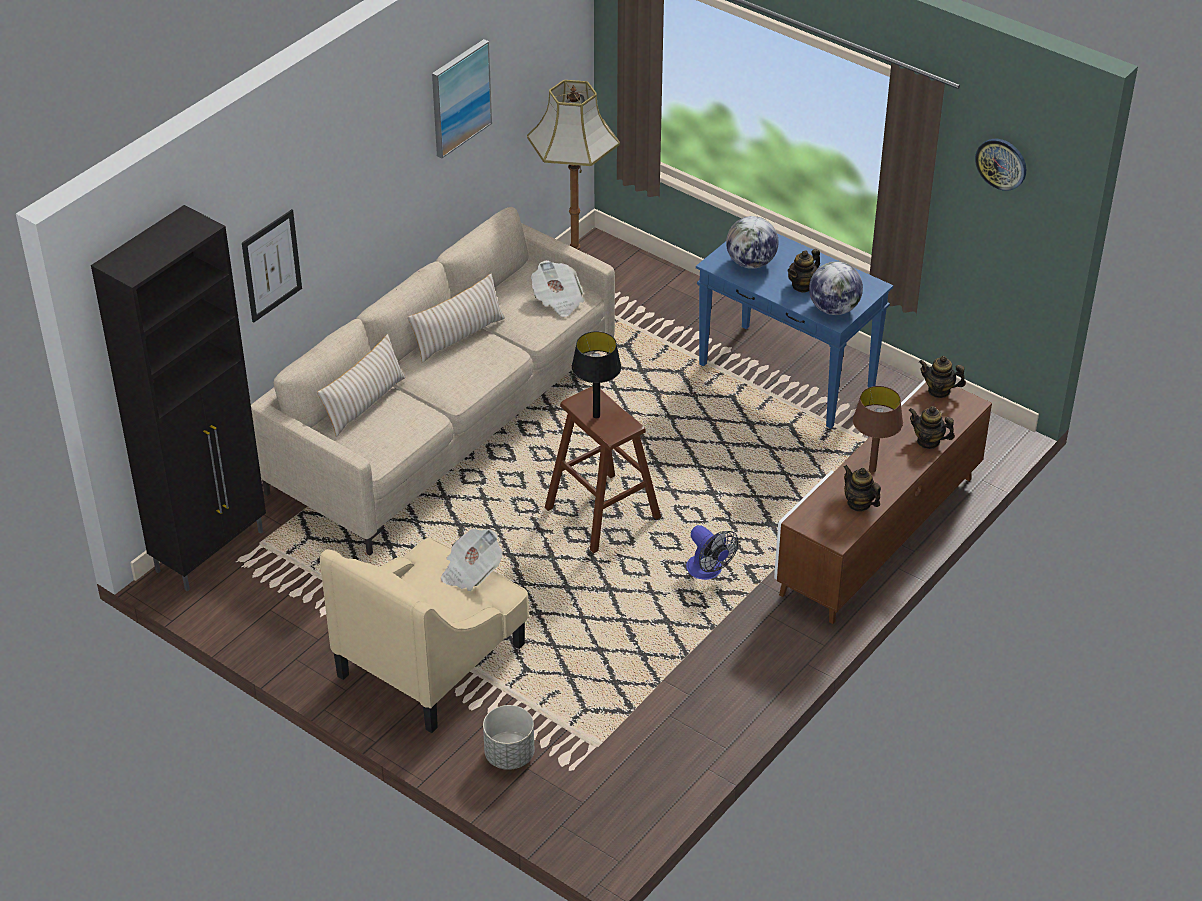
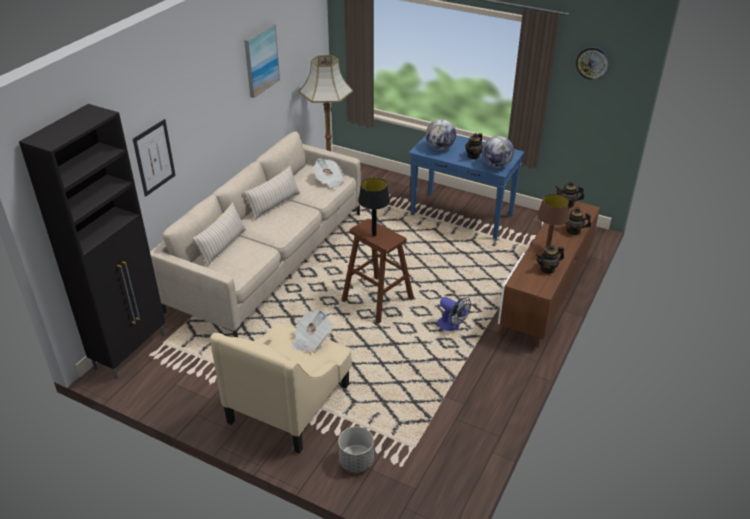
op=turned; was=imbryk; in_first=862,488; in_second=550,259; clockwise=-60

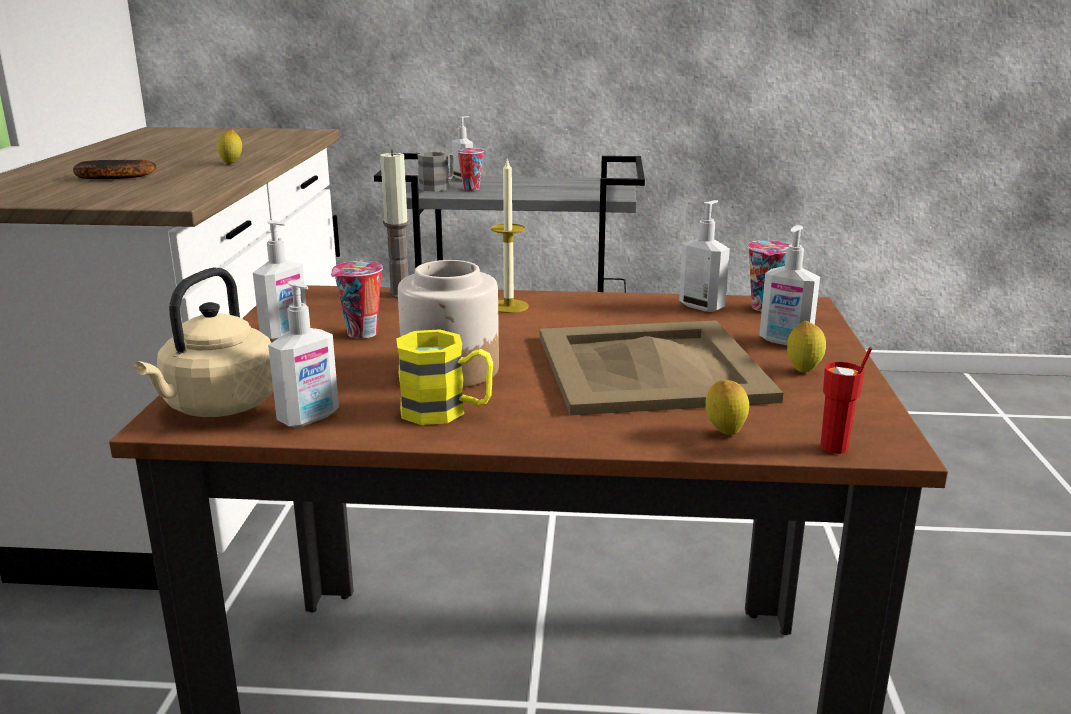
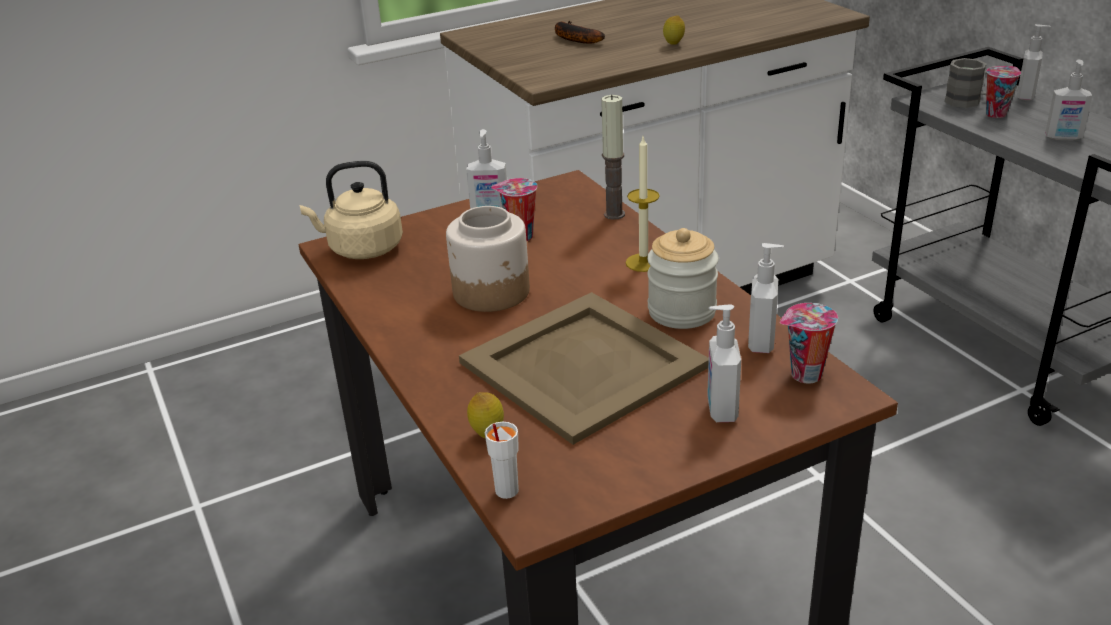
op=recoloured; was=filiżanka/czerwony; now=filiżanka/biały; in_first=846,400; in_second=502,460
op=added; now=słoik; in_second=683,278
op=moved; was=dozownik mydła; in_first=303,353; in_second=1068,100
op=removed; was=kubek/żółty; in_first=444,377
op=removed; was=cytryna; in_first=806,347

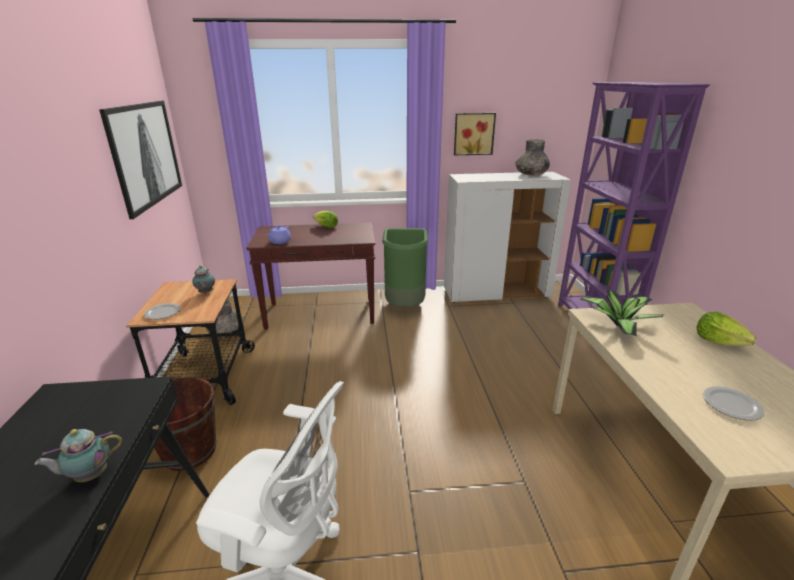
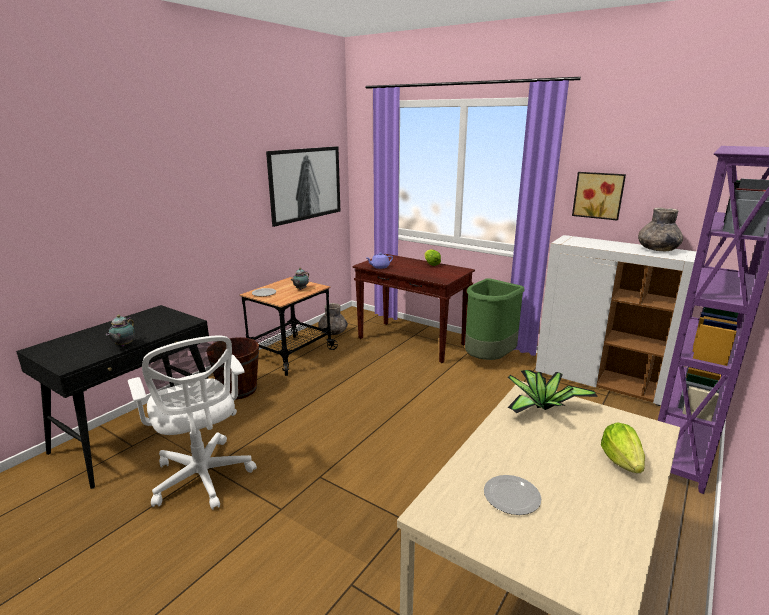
op=turned; was=imbryk; in_first=78,455; in_second=120,330; clockwise=-90

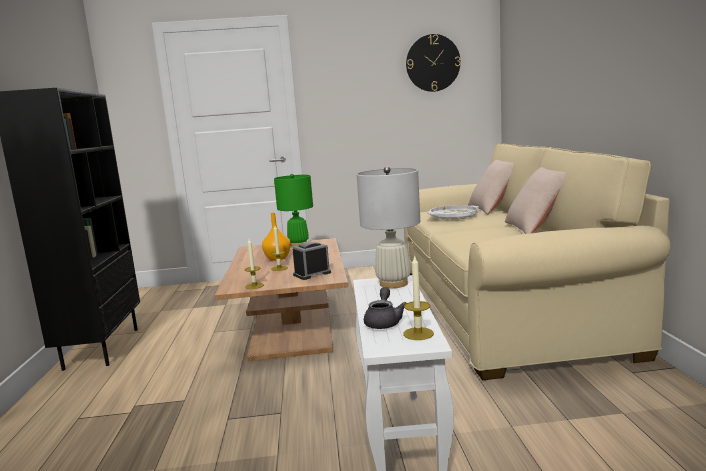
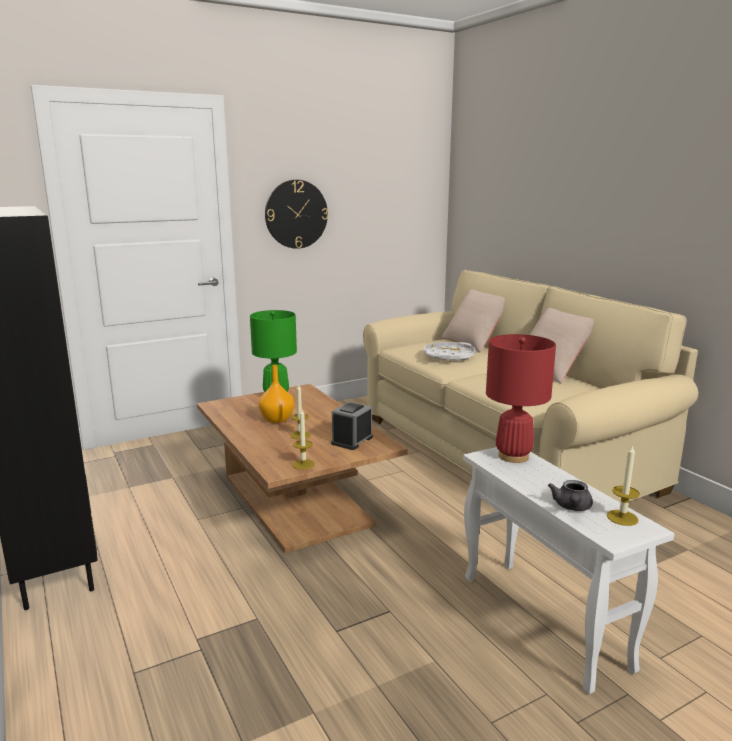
op=moved; was=zegar ścienny; in_first=433,63; in_second=296,214
op=recoloured; was=lampa stołowa/biały; now=lampa stołowa/czerwony; in_first=388,227; in_second=521,398
op=turned; was=imbryk/szary; in_first=385,308; in_second=570,495; clockwise=-150

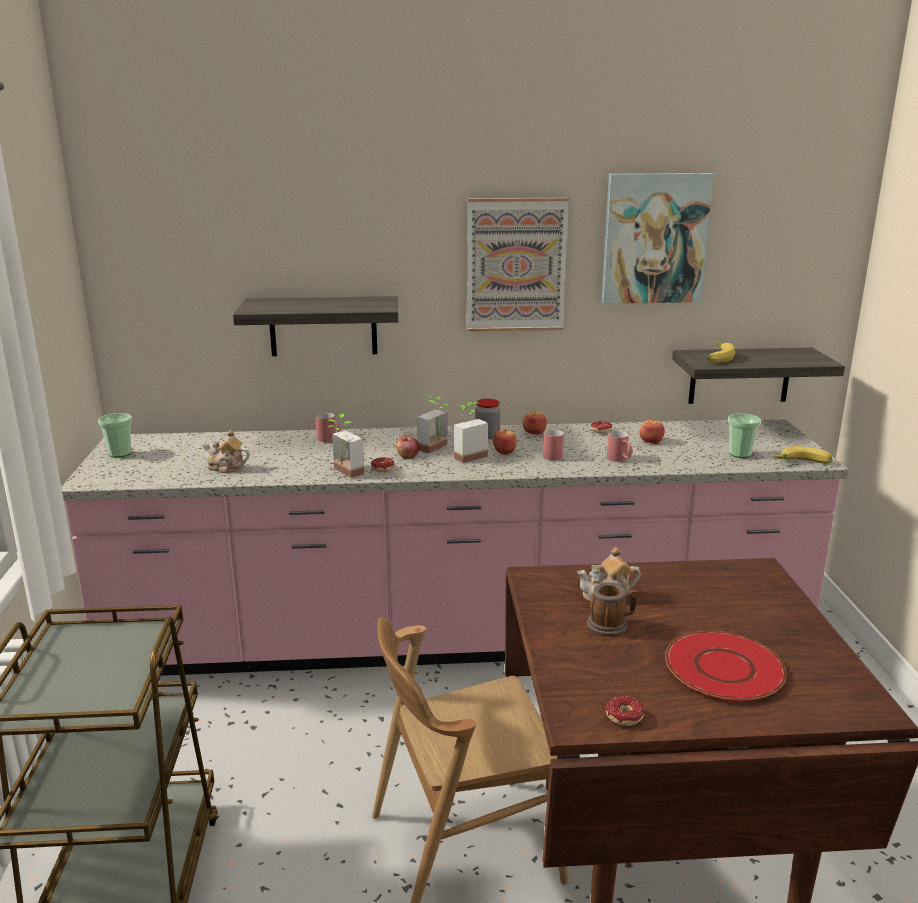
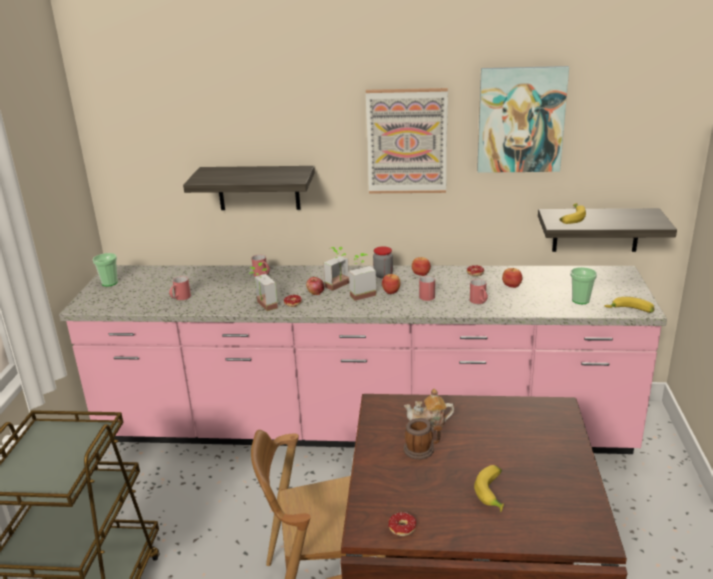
op=replaced; was=imbryk; now=kubek/czerwony; in_first=226,451; in_second=180,288
op=replaced; was=talerz/czerwony; now=banan; in_first=726,666; in_second=489,488

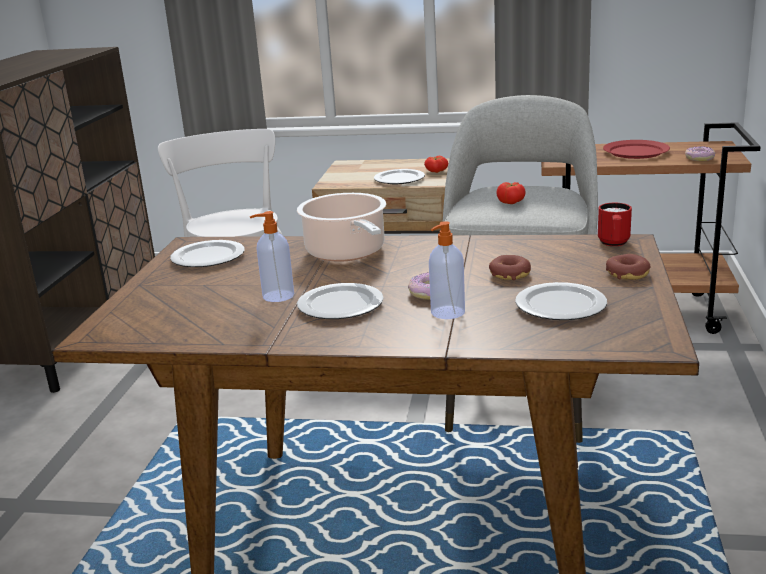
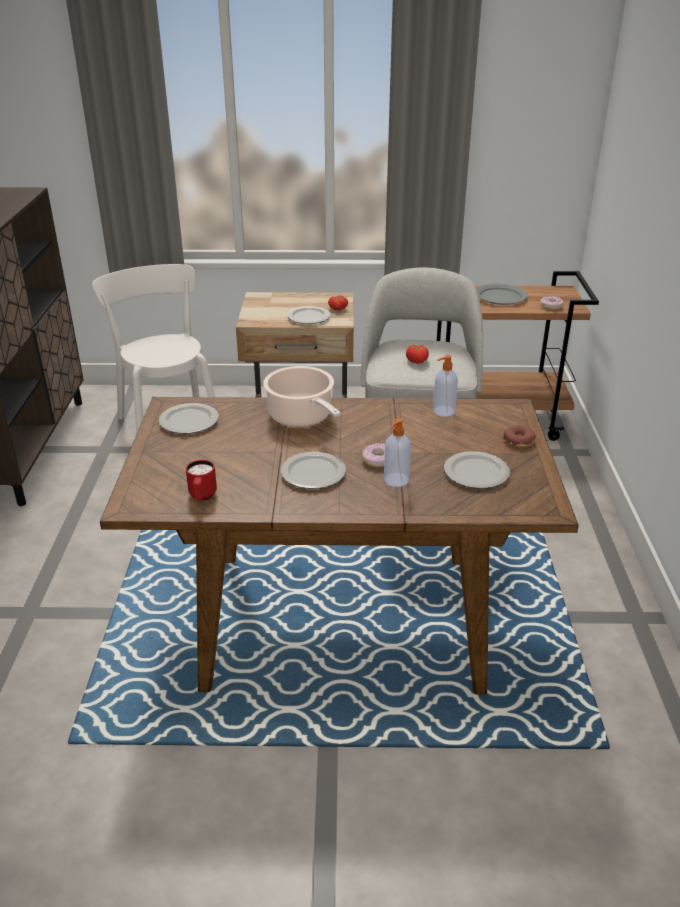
op=moved; was=kubek/czerwony; in_first=615,224; in_second=201,480
op=moved; was=dozownik mydła; in_first=272,256; in_second=445,386
op=recoloured; was=talerz/czerwony; now=talerz/szary; in_first=636,149; in_second=502,294
op=removed; was=donut; in_first=510,267

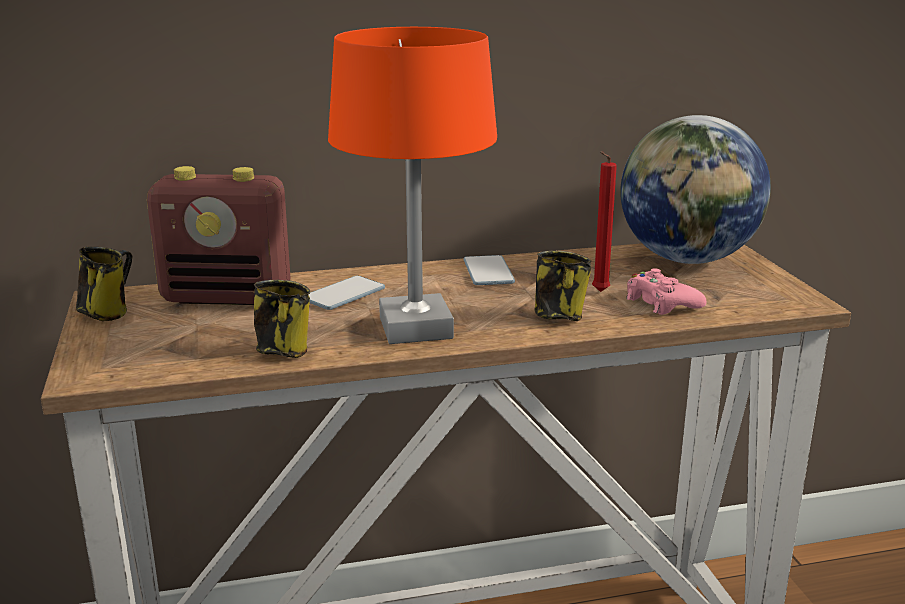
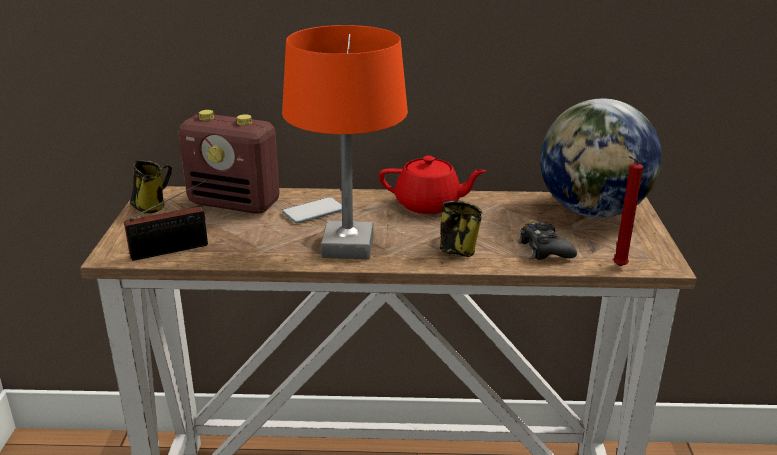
op=added; now=radio; in_second=166,220
op=replaced; was=telefon; now=imbryk/czerwony; in_first=489,270; in_second=432,185
op=recoloured; was=pad do gier/różowy; now=pad do gier/czarny; in_first=666,291; in_second=547,241
op=moved; was=świeca/czerwony; in_first=604,222; in_second=628,211
op=removed; was=kubek; in_first=282,319

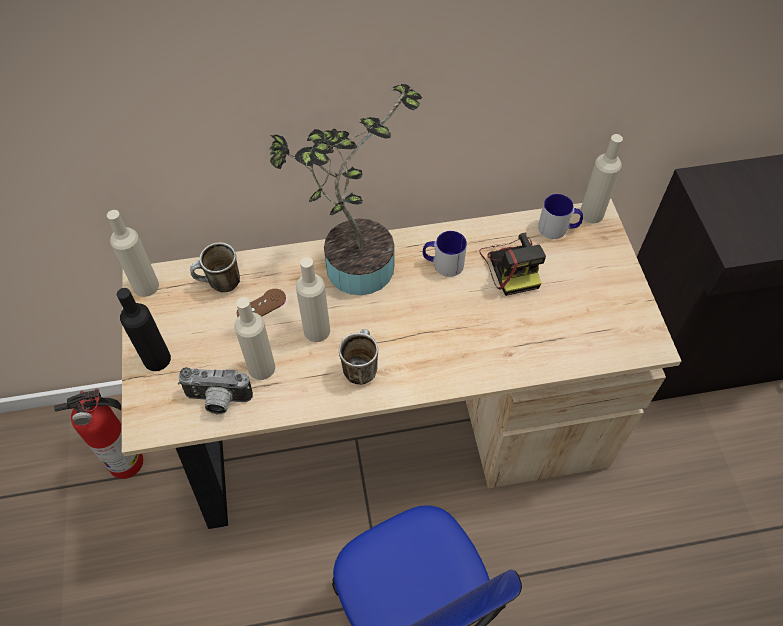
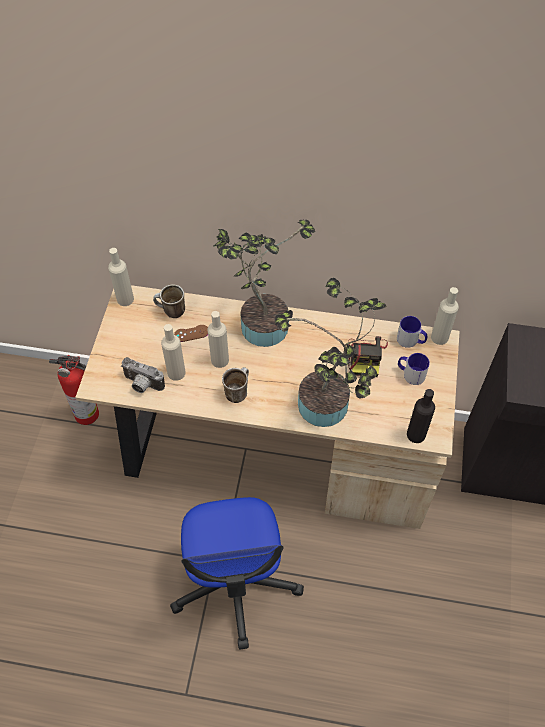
op=added; now=roślina doniczkowa; in_second=330,352
op=moved; was=kubek; in_first=445,254; in_second=414,369
op=moved; was=butelka/czarny; in_first=144,329; in_second=421,416

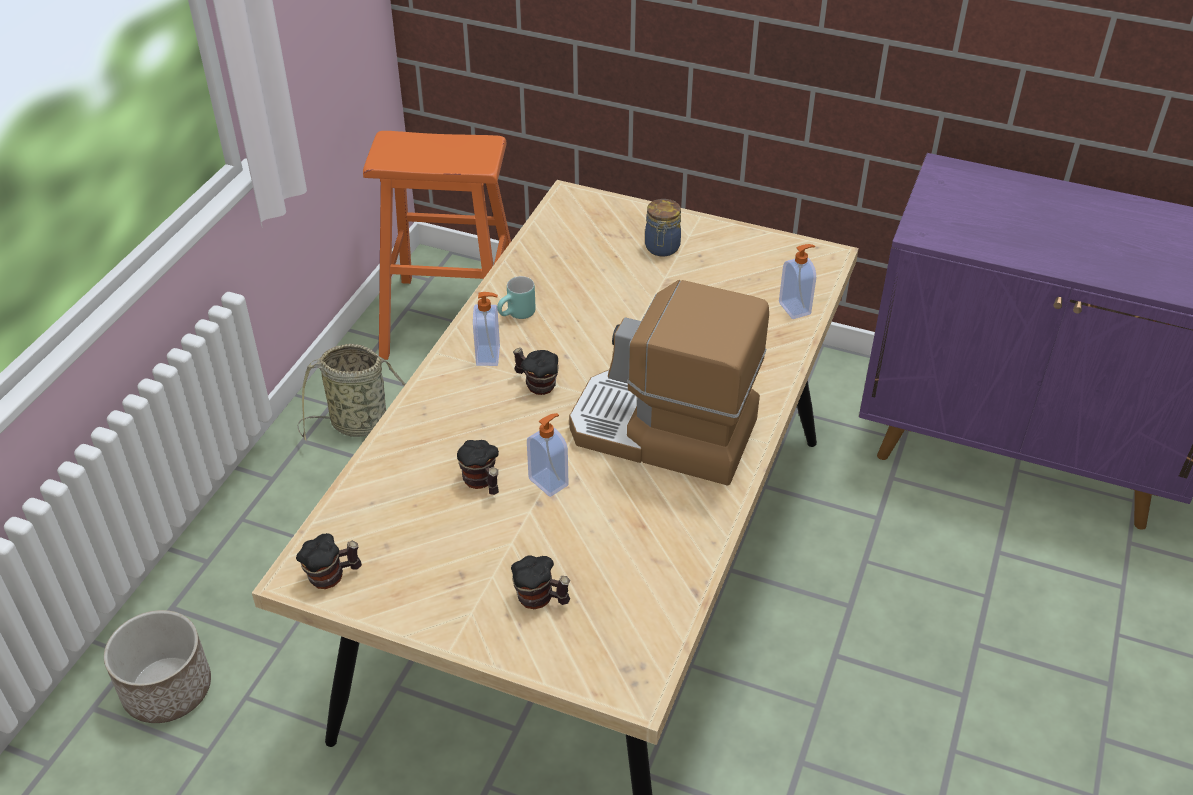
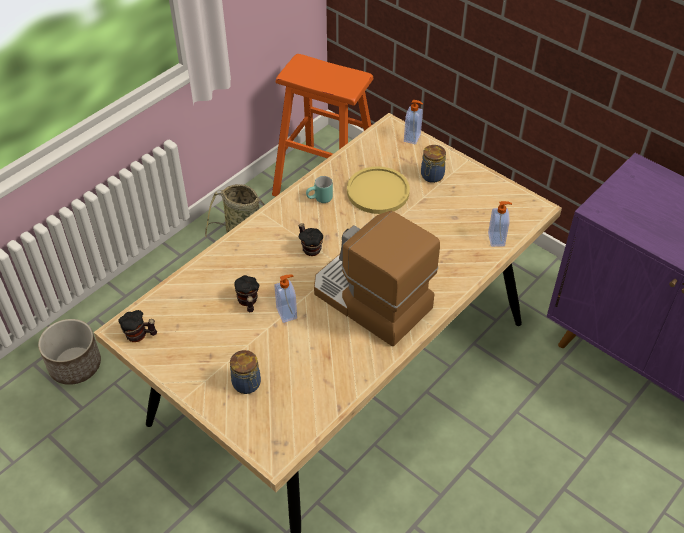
op=replaced; was=kubek; now=słoik; in_first=540,582; in_second=245,372
op=added; now=talerz/żółty; in_second=378,190
op=moved; was=dozownik mydła; in_first=486,329; in_second=413,122

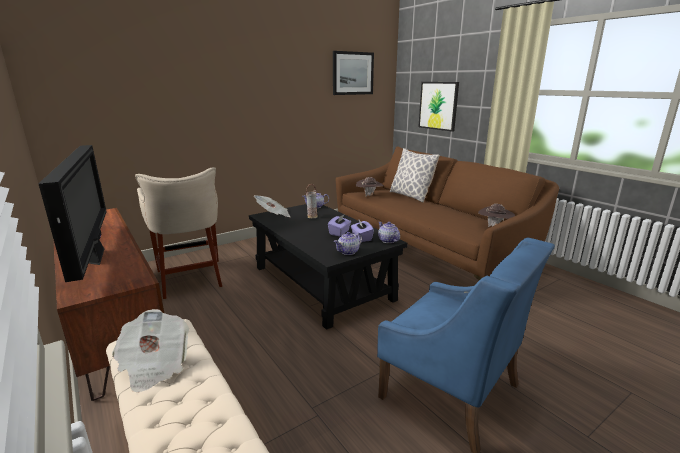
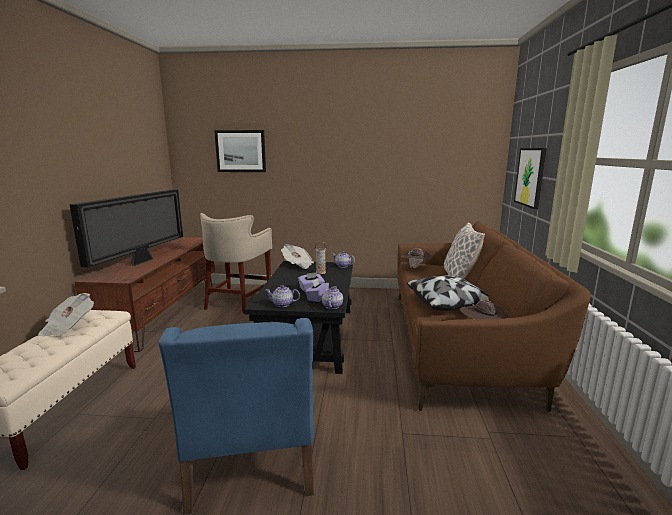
op=moved; was=obraz; in_first=353,73; in_second=240,151
op=added; now=poduszka; in_second=448,293

